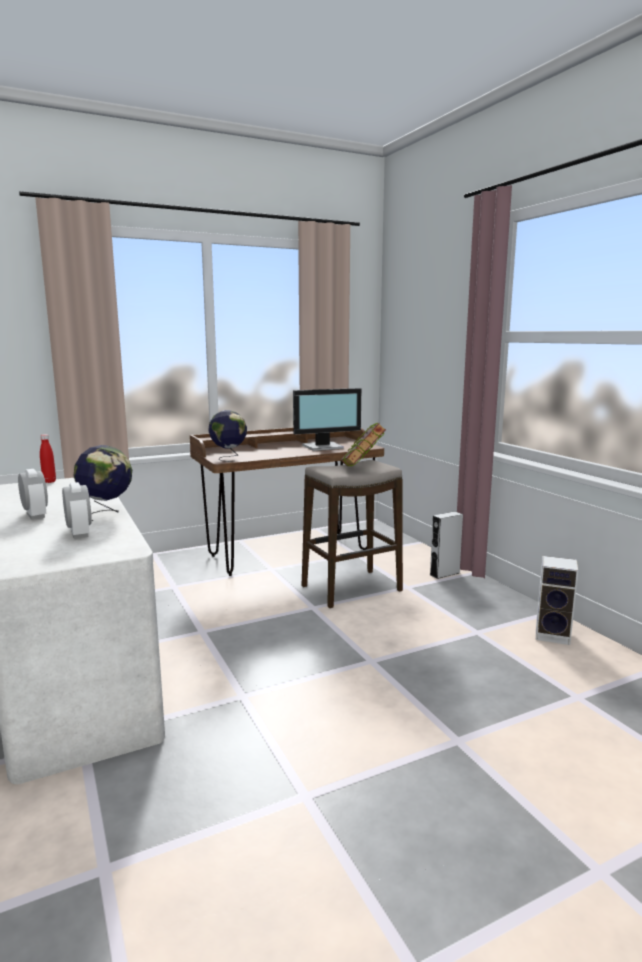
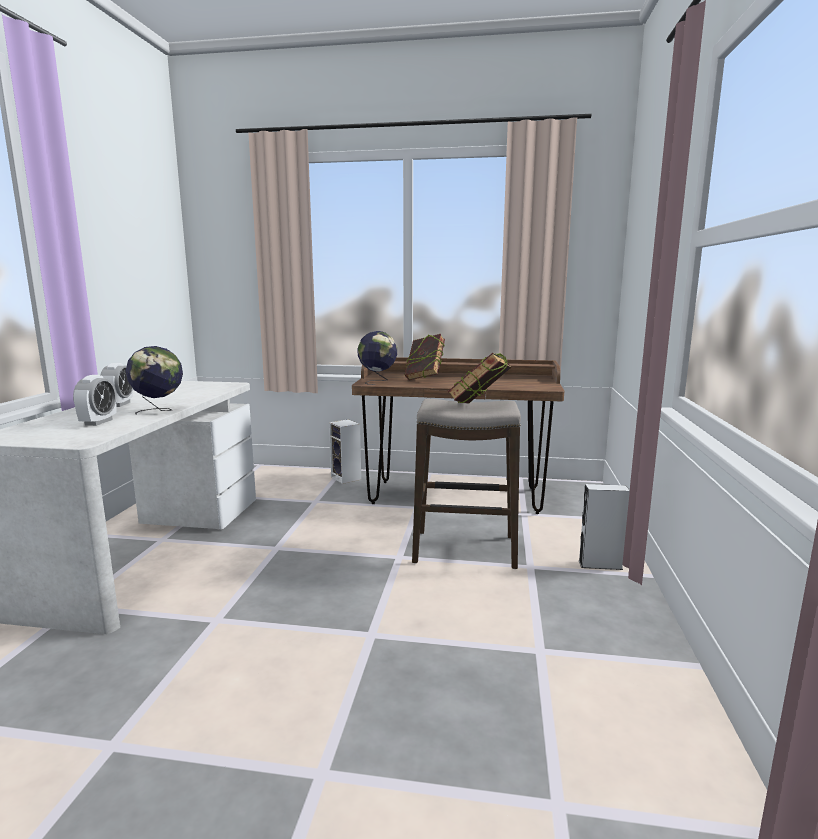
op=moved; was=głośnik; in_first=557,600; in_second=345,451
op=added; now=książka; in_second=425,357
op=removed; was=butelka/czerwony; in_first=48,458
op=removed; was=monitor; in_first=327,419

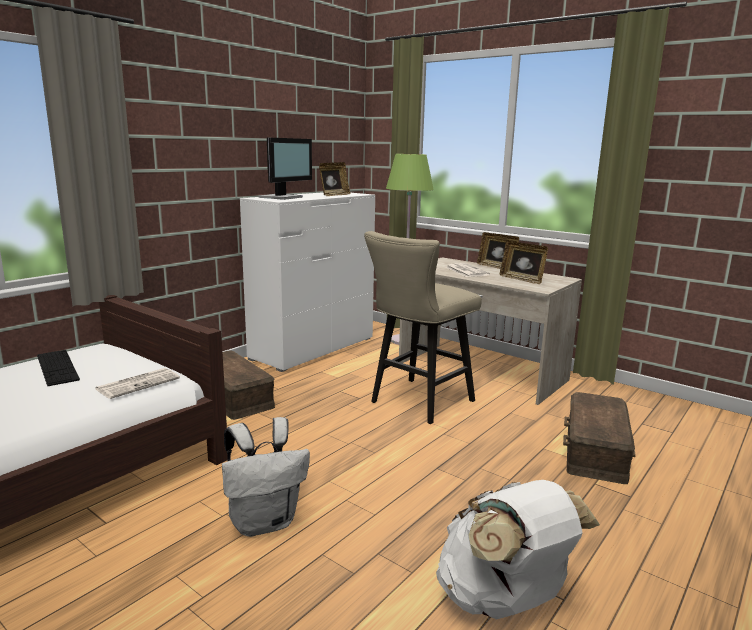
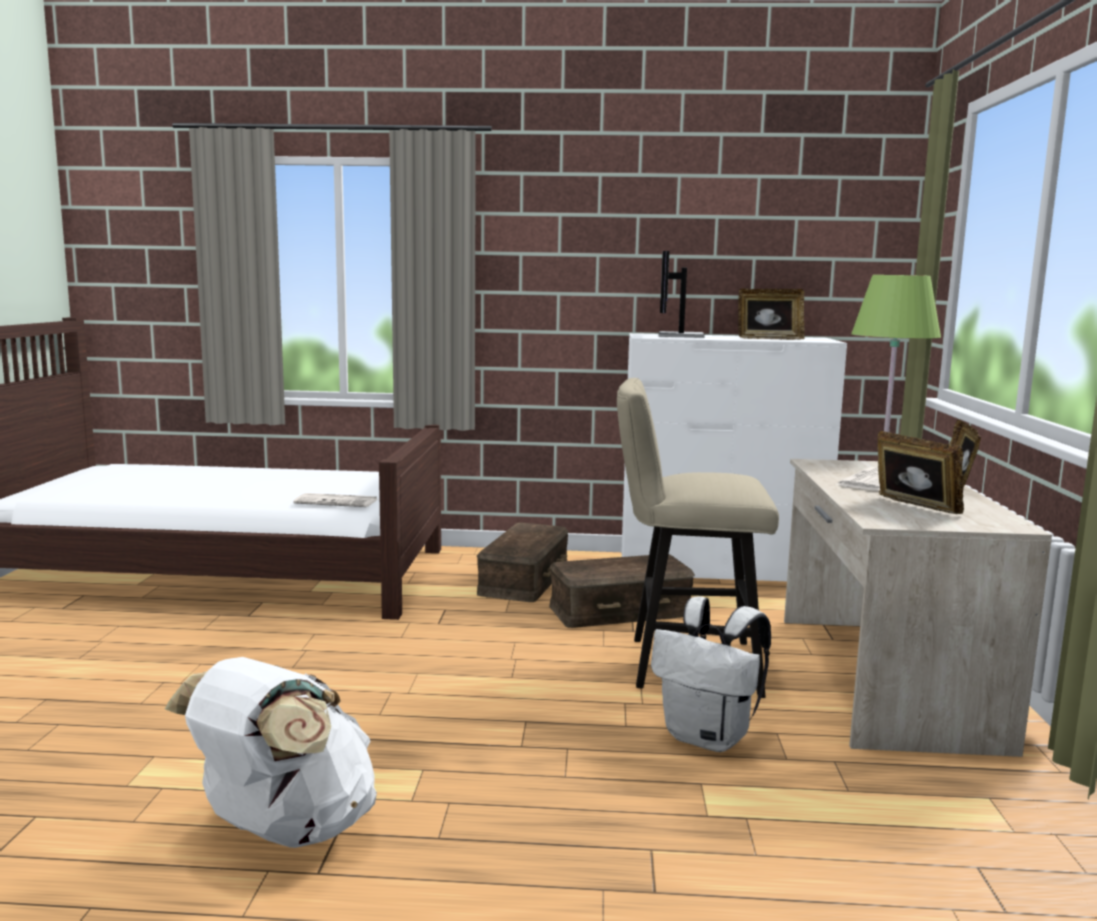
op=moved; was=pojemnik do przechowywania/brązowy; in_first=599,438; in_second=622,591
op=moved; was=plecak/biały; in_first=266,477; in_second=711,674
op=turned; was=monitor; in_first=285,169; in_second=681,294; clockwise=105
op=turned; was=ramka na zdjęcie; in_first=524,262; in_second=920,472; clockwise=135
op=removed; was=klawiatura; in_first=58,368

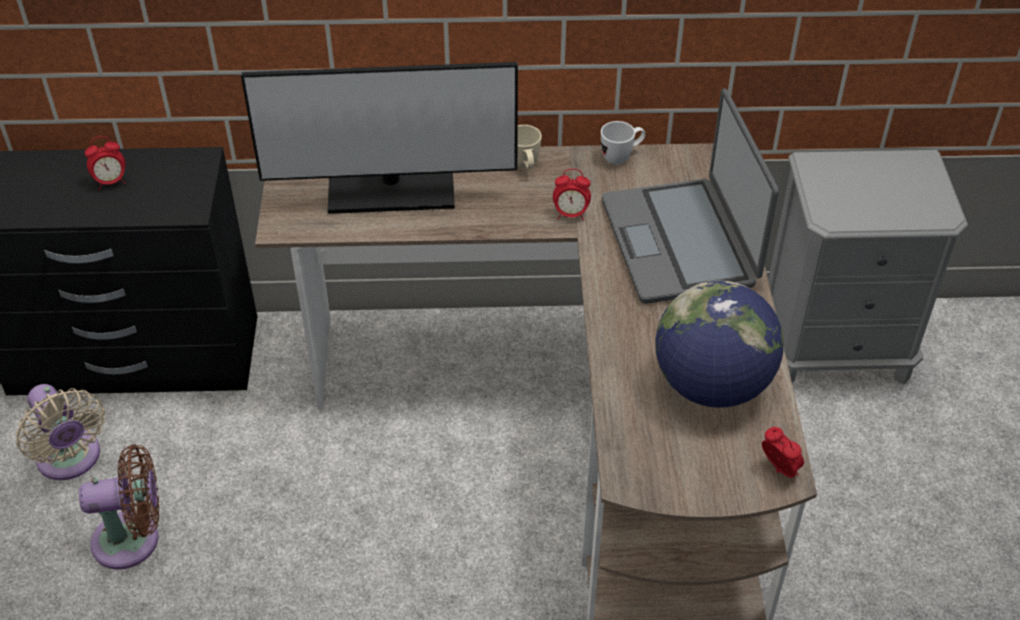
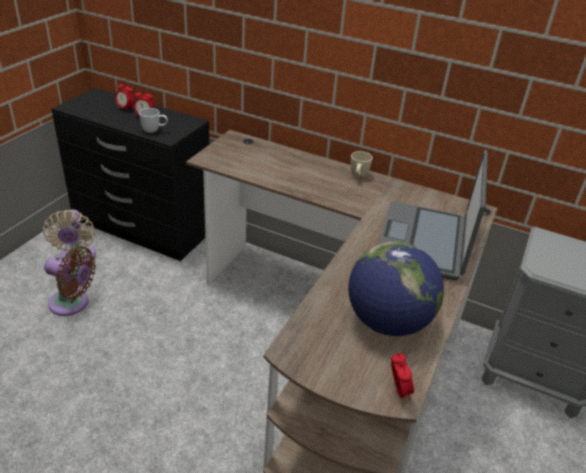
op=moved; was=budzik; in_first=572,195; in_second=124,96
op=moved; was=kubek/biały; in_first=623,142; in_second=153,120
op=removed; was=monitor; in_first=379,138

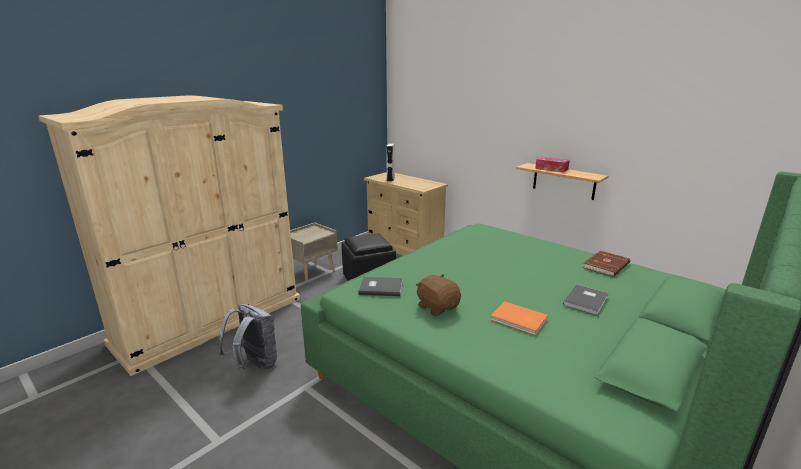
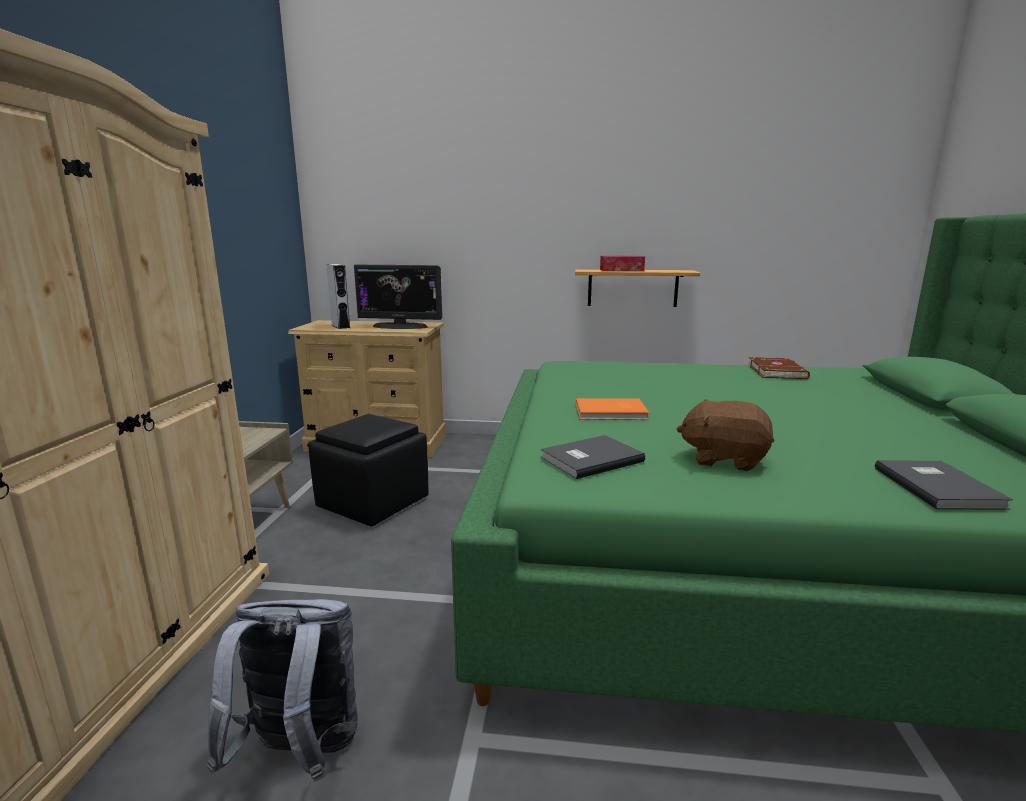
op=added; now=monitor; in_second=398,297
op=moved; was=książka/pomarańczowy; in_first=519,318; in_second=612,409
op=moved; was=książka/szary; in_first=585,300; in_second=944,485

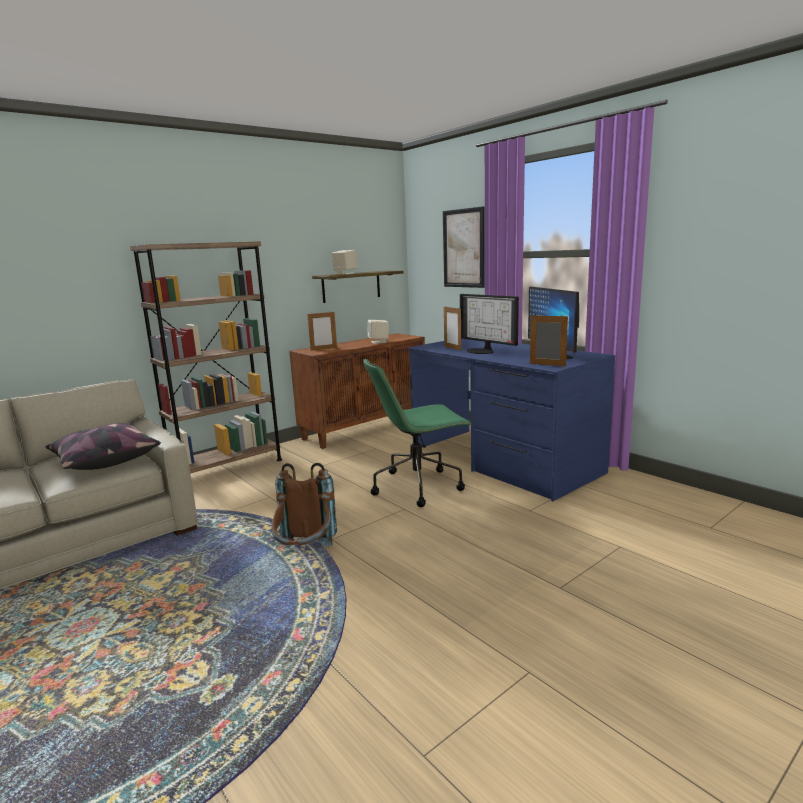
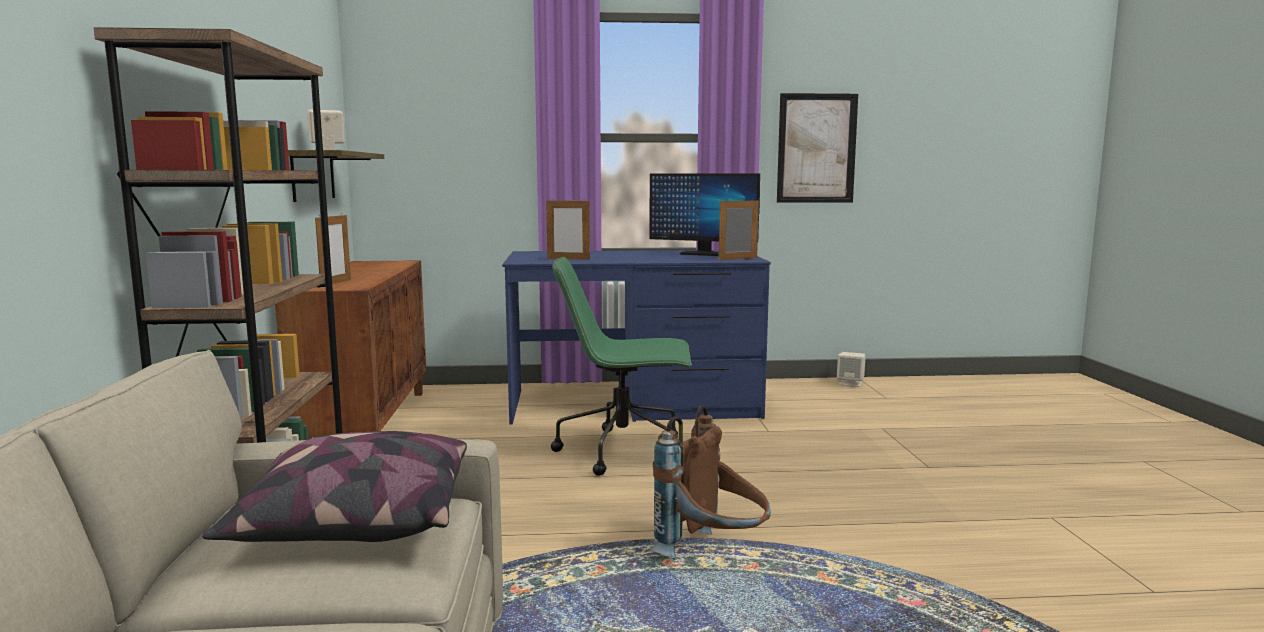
op=turned; was=krzesło biurowe/zielony; in_first=417,432; in_second=621,366; clockwise=75
op=moved; was=obraz; in_first=464,247; in_second=817,148
op=moved; was=głośnik/beżowy; in_first=378,332; in_second=851,369
op=removed; was=monitor; in_first=489,324

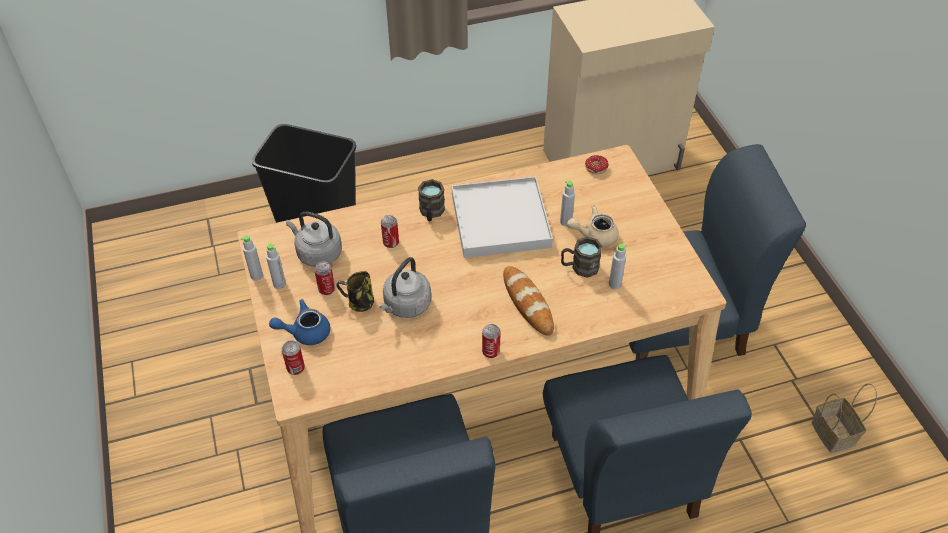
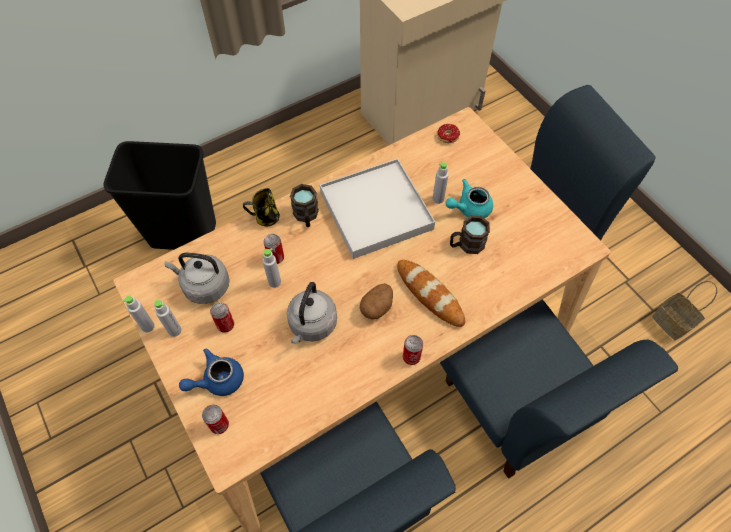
op=moved; was=kubek; in_first=355,291; in_second=261,207
op=moved; was=butelka/szary; in_first=618,266; in_second=271,268
op=added; now=ziemniak; in_second=376,301
op=recoloured; was=imbryk/beżowy; now=imbryk/turkusowy; in_first=593,226; in_second=469,198

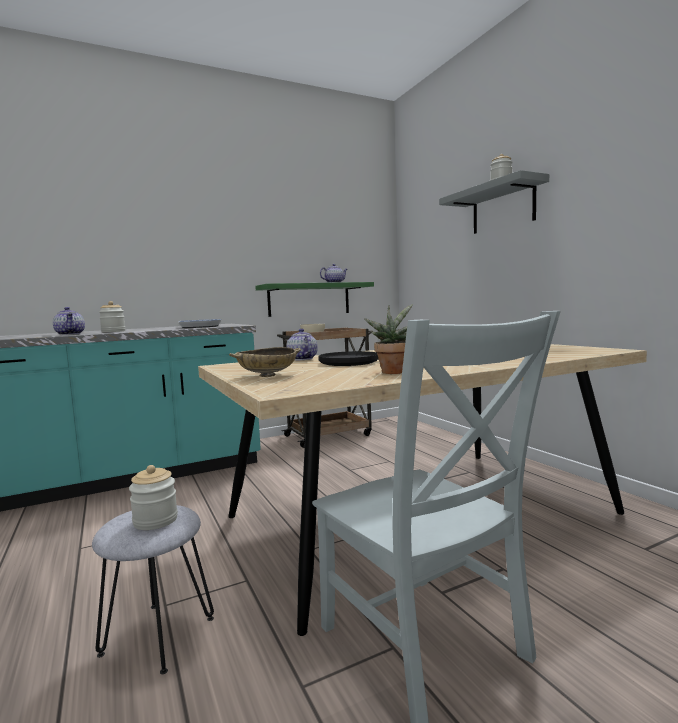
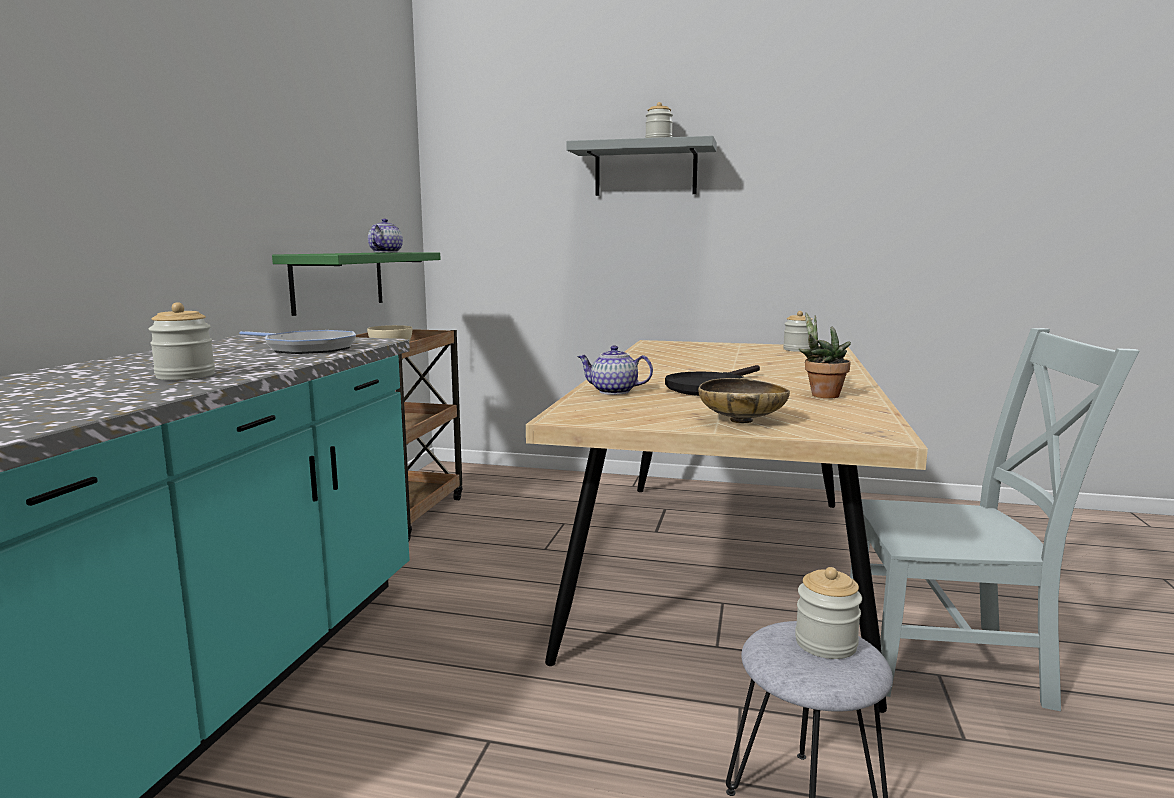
op=added; now=słoik; in_second=798,331
op=removed; was=imbryk; in_first=69,321

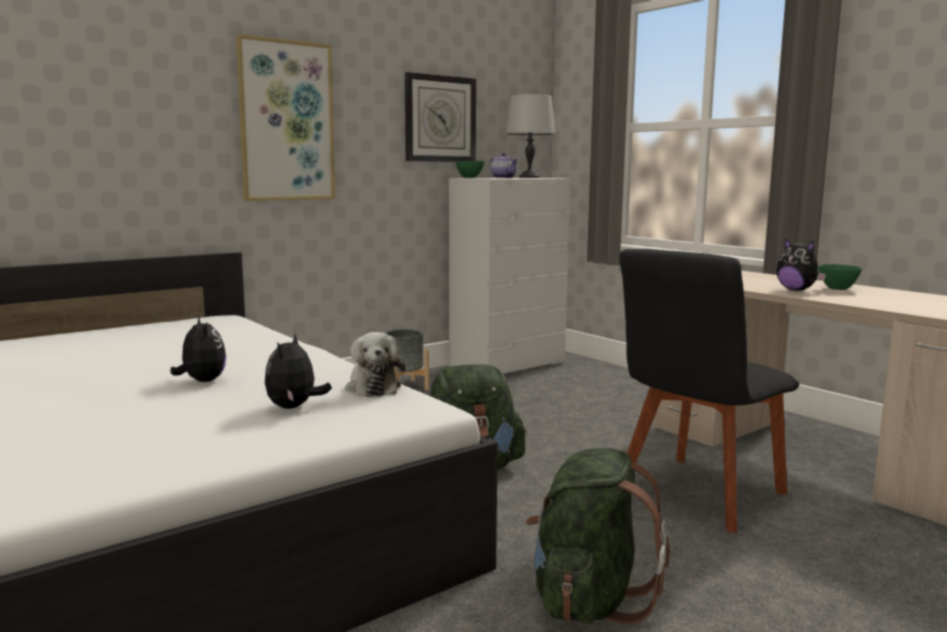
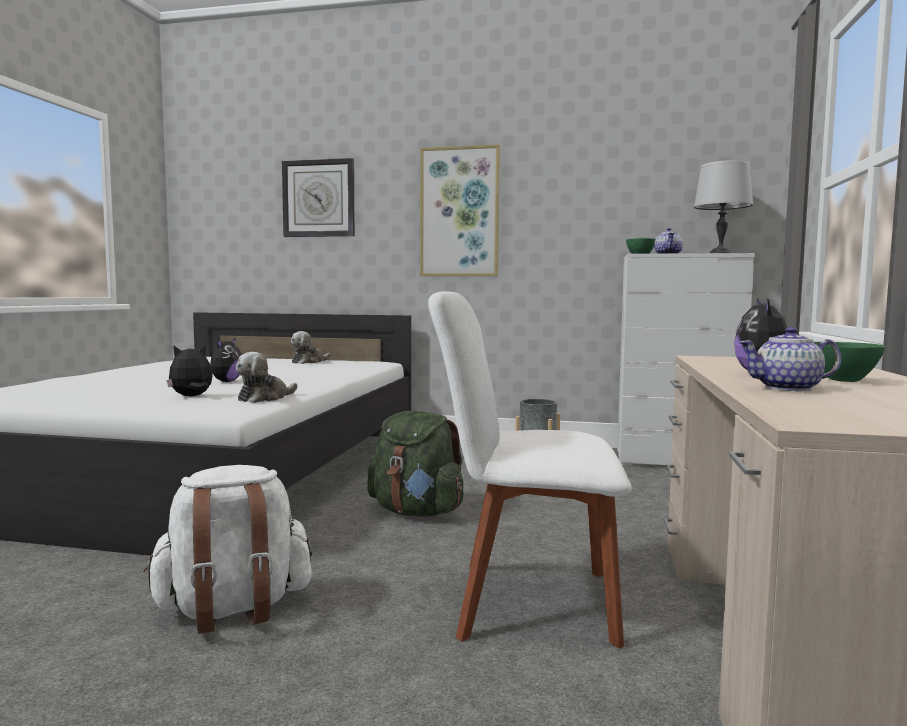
op=recoloured; was=plecak/zielony; now=plecak/biały; in_first=598,536; in_second=227,549
op=moved; was=zegar ścienny; in_first=440,117; in_second=318,197
op=added; now=pluszak; in_second=311,347
op=recoloured; was=krzesło/czarny; now=krzesło/biały; in_first=709,391; in_second=530,469
op=added; now=imbryk; in_second=790,359

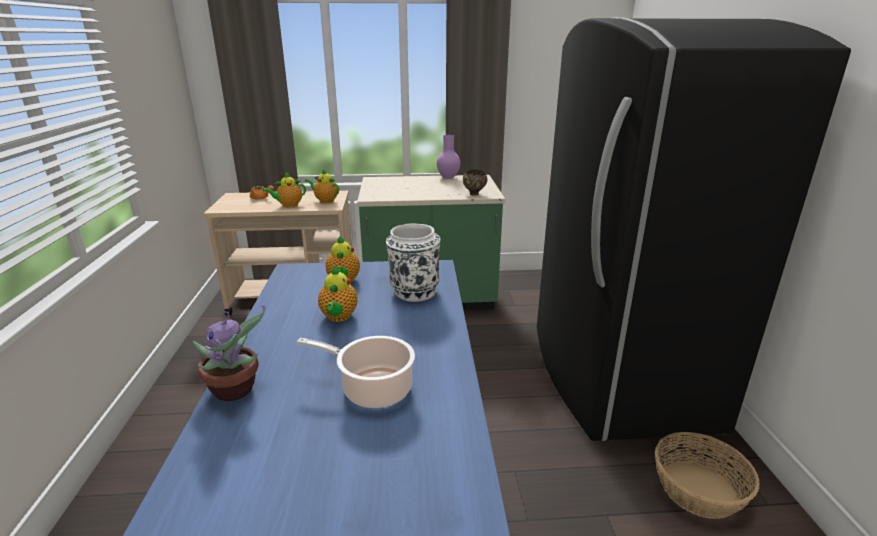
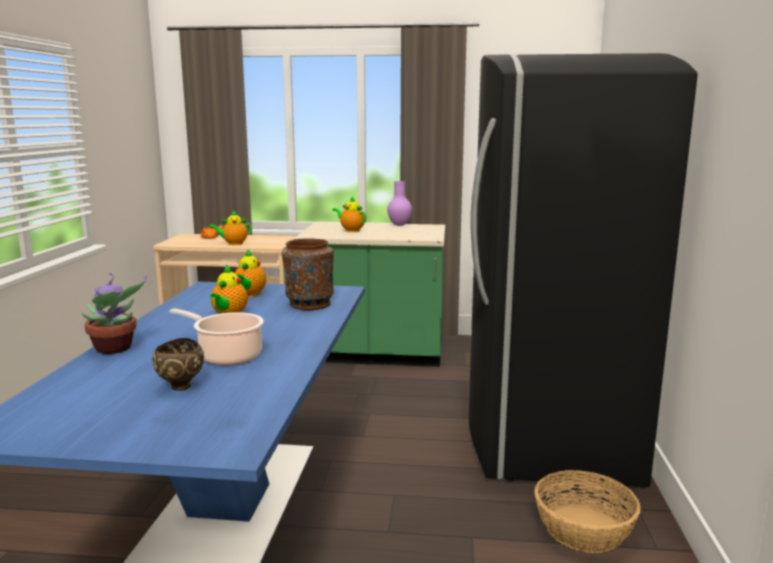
op=moved; was=miska/brązowy; in_first=475,182; in_second=178,364
op=recoloured; was=wazon/biały; now=wazon/brązowy; in_first=413,263; in_second=308,274
op=moved; was=imbryk; in_first=322,185; in_second=349,214

